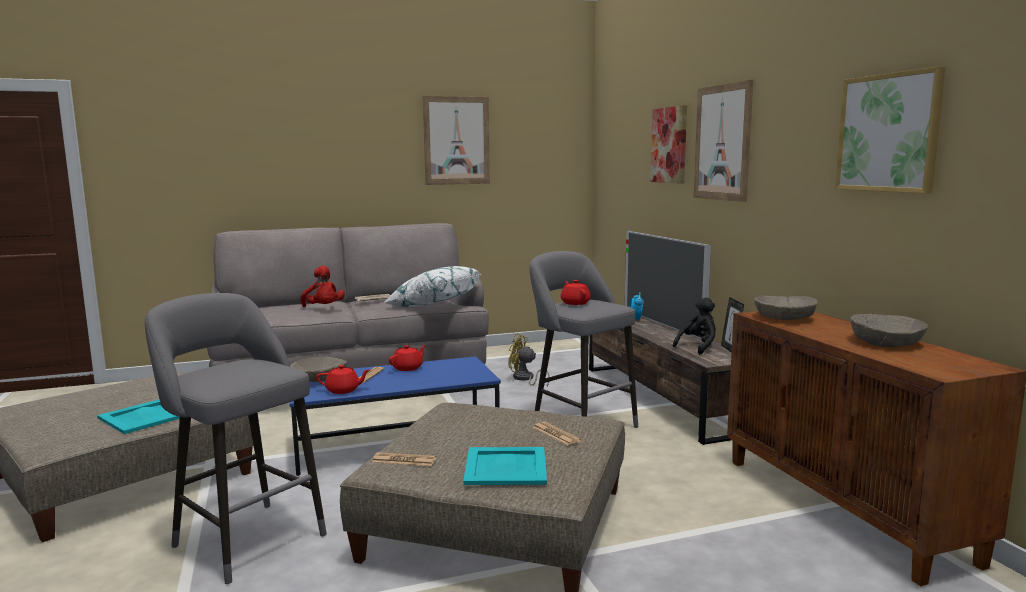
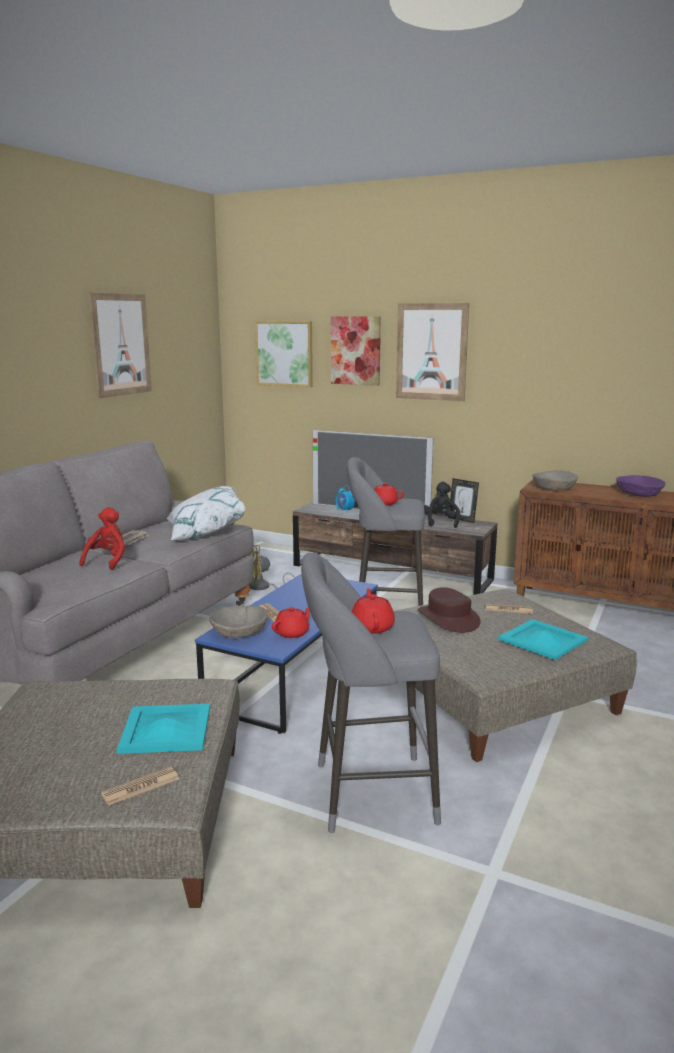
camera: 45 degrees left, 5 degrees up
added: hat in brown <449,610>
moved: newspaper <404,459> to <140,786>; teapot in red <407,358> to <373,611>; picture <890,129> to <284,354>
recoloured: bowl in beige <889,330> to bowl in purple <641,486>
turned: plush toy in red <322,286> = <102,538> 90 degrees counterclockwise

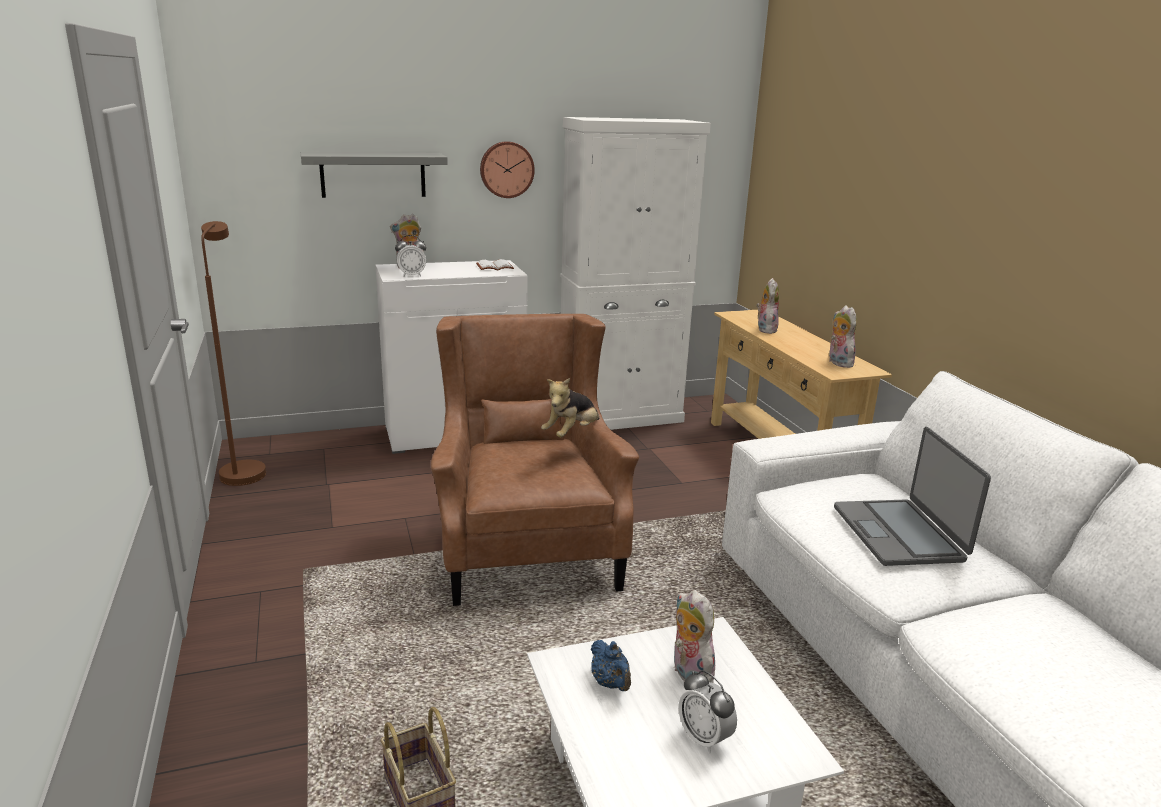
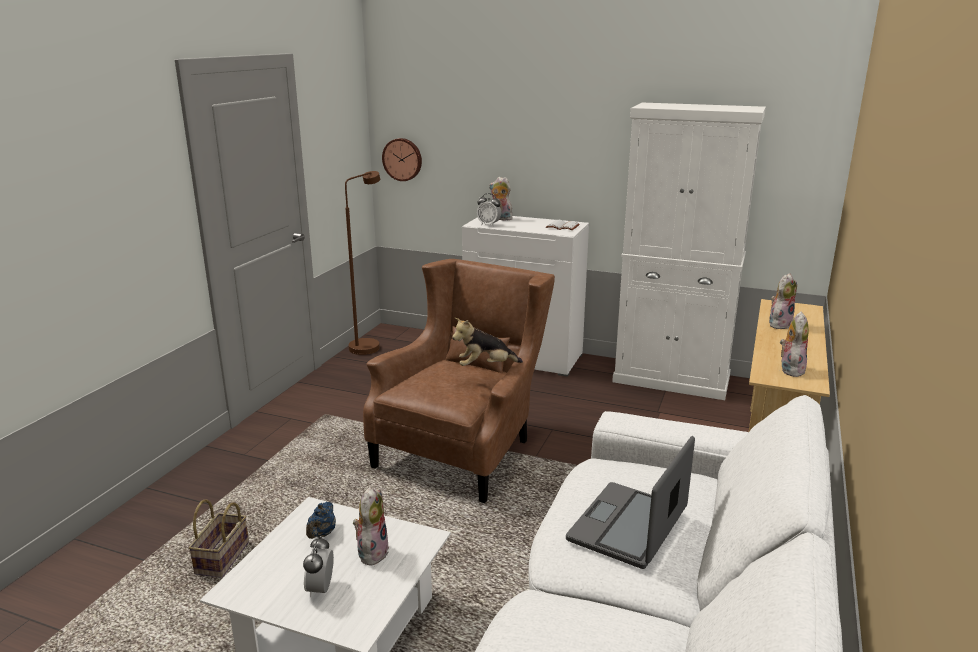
camera: 40 degrees right, 0 degrees up
removed: shelf in grey <374,175>
moved: wall clock <507,169> to <402,159>

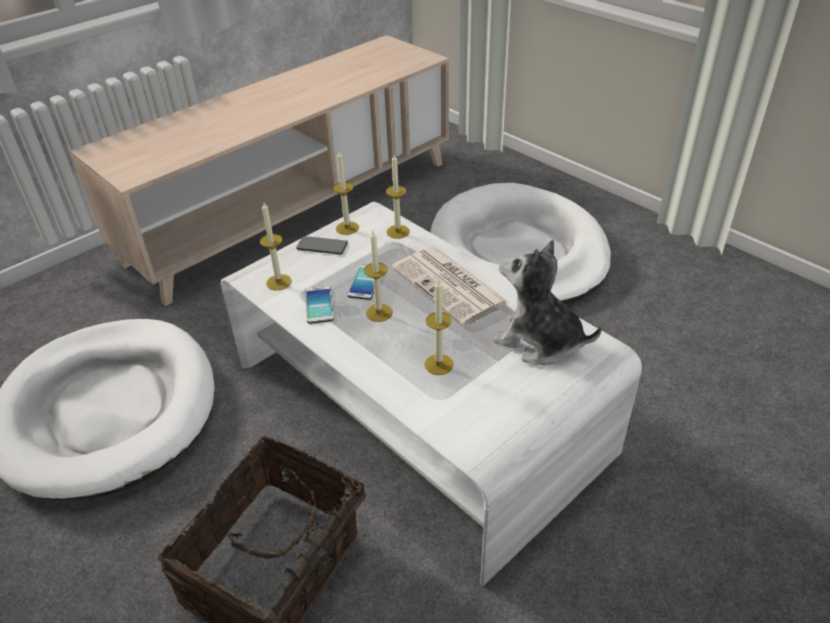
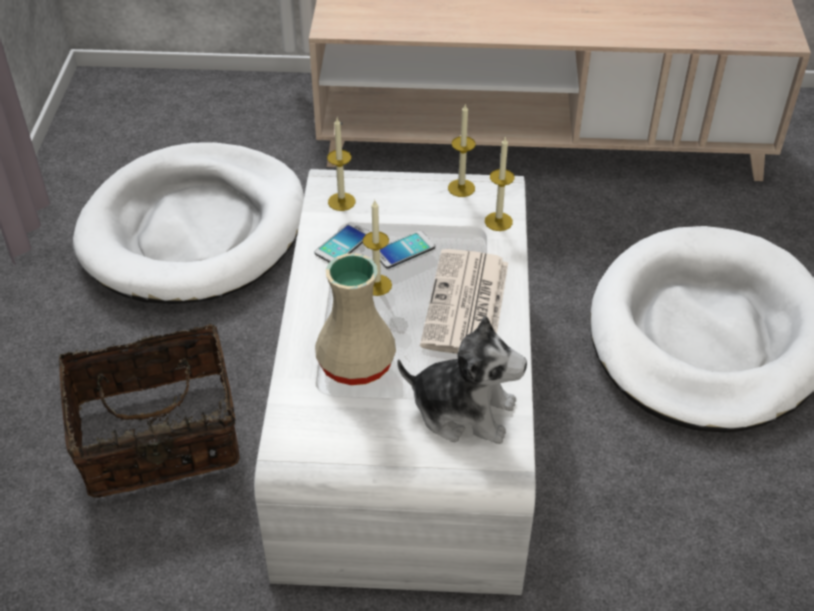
camera: 45 degrees right, 5 degrees up
removed: phone <322,245>
replaced: candle <439,327> to vase in beige <355,319>
turned: plush toy <547,302> = <462,380> 120 degrees clockwise

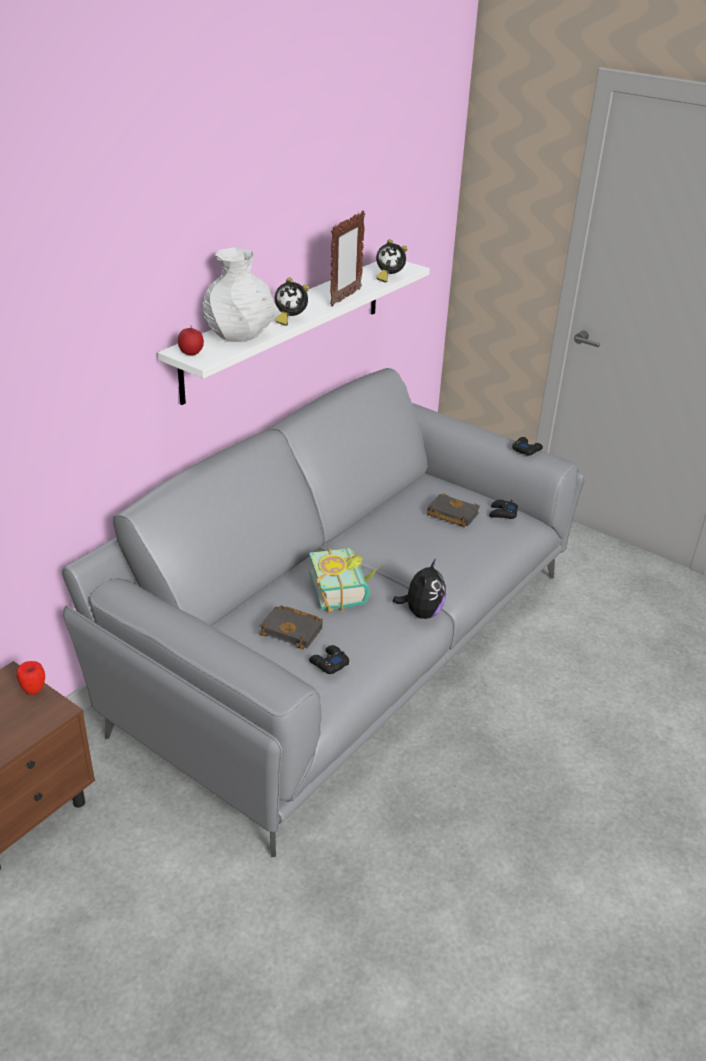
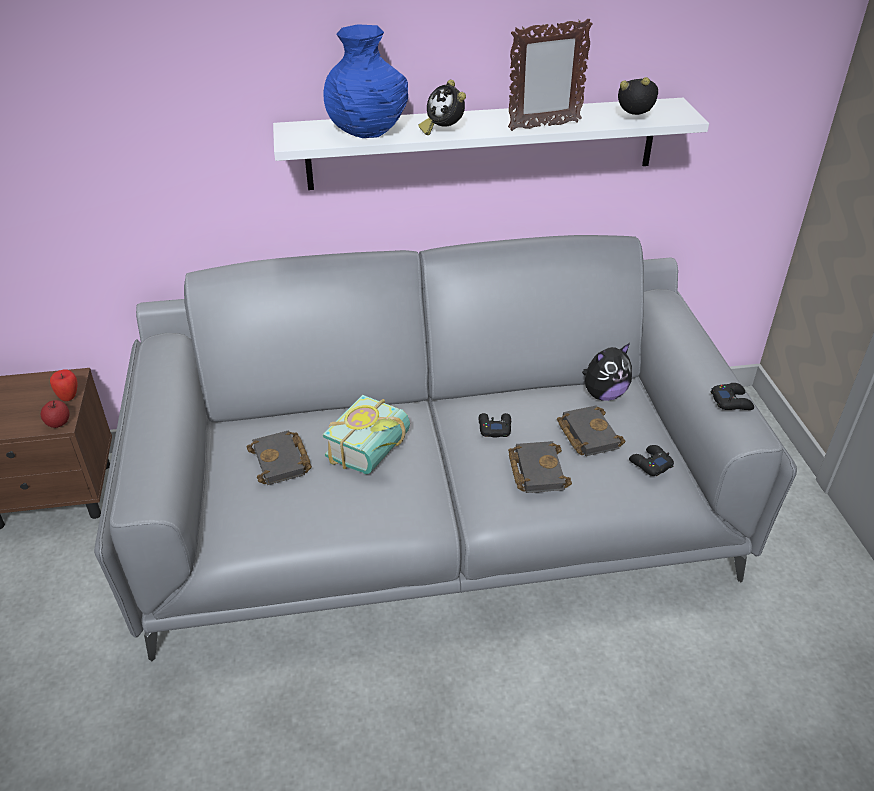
camera: 45 degrees right, 5 degrees up
added: book in black <540,467>
moved: apple <191,340> to <55,414>; game controller in black <329,659> to <495,425>; plush toy <419,588> to <607,372>
recoloured: vase in white <239,294> to vase in blue <365,81>
turned: alarm clock <391,260> = <638,96> 135 degrees clockwise

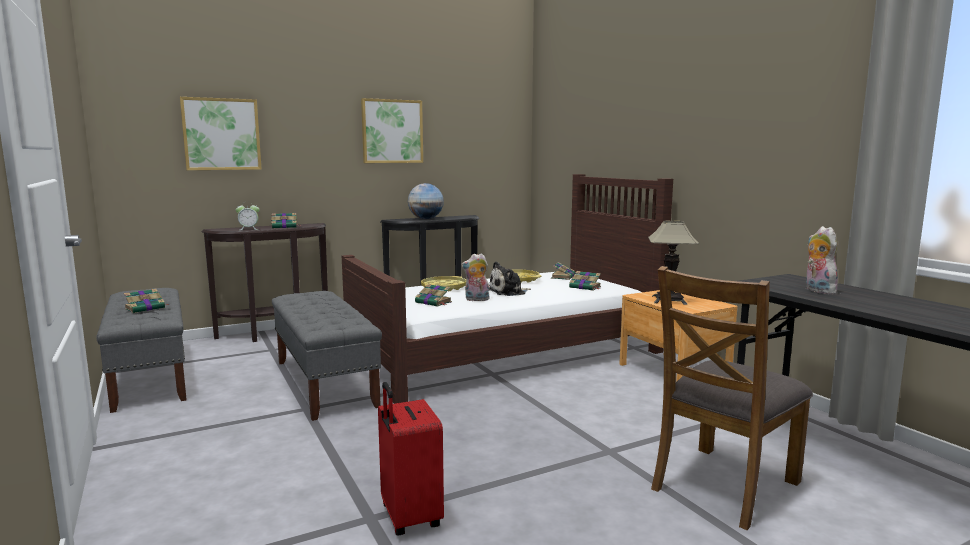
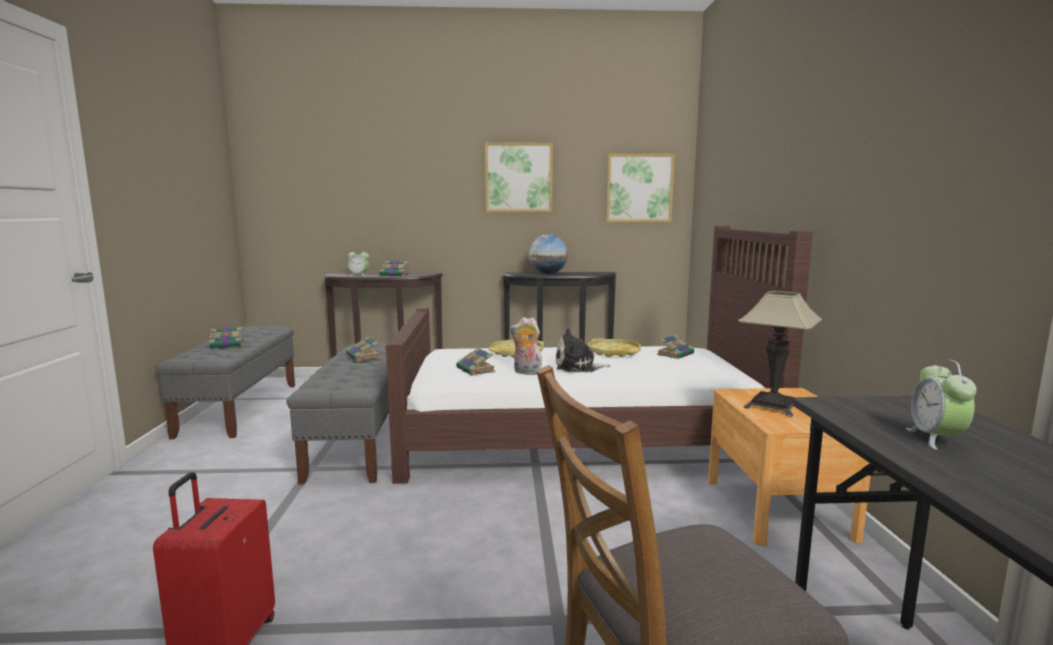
camera: 25 degrees right, 0 degrees up
moved: picture <221,133> to <640,188>; book <585,281> to <363,349>
replaced: plush toy <822,260> to alarm clock <941,404>

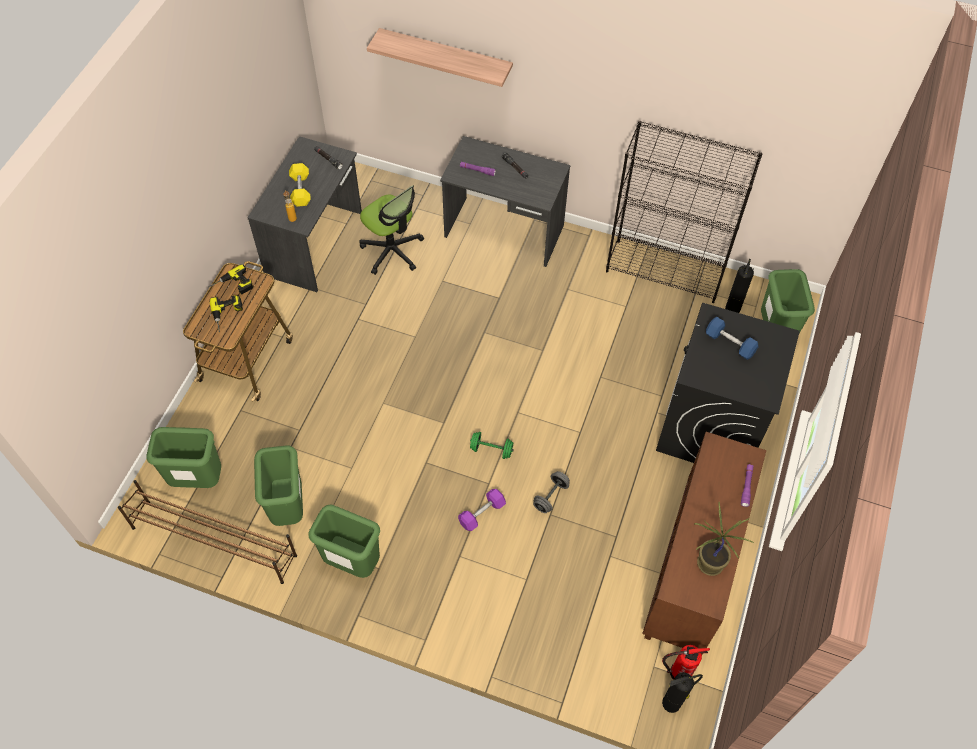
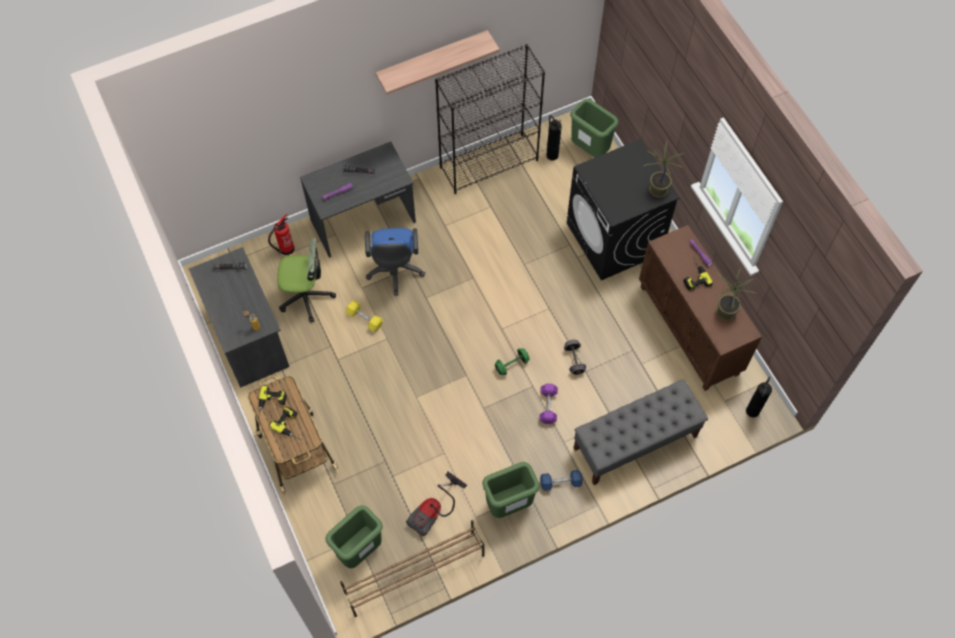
camera: 45 degrees left, 5 degrees up
added: office chair in blue <395,262>; bench in grey <641,432>; potted plant <664,169>; power drill <698,274>
moved: dumbbell in yellow <300,185> to <364,316>; shelf <440,57> to <437,62>; fire extinguisher <686,662> to <281,234>; dumbbell in blue <732,338> to <561,480>
replaced: trash can in green <278,486> to vacuum cleaner <436,504>

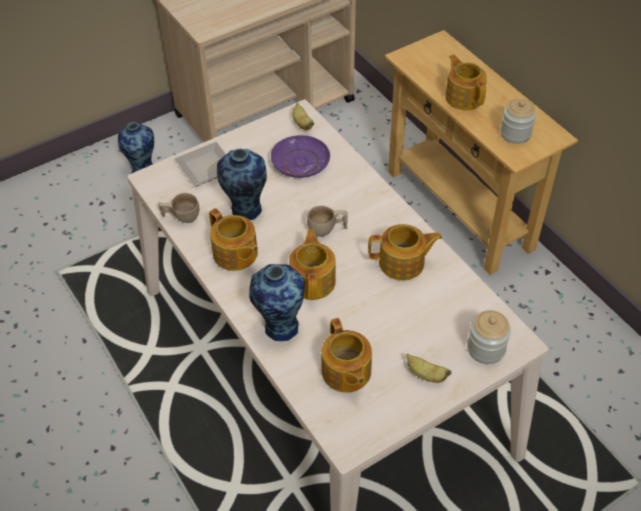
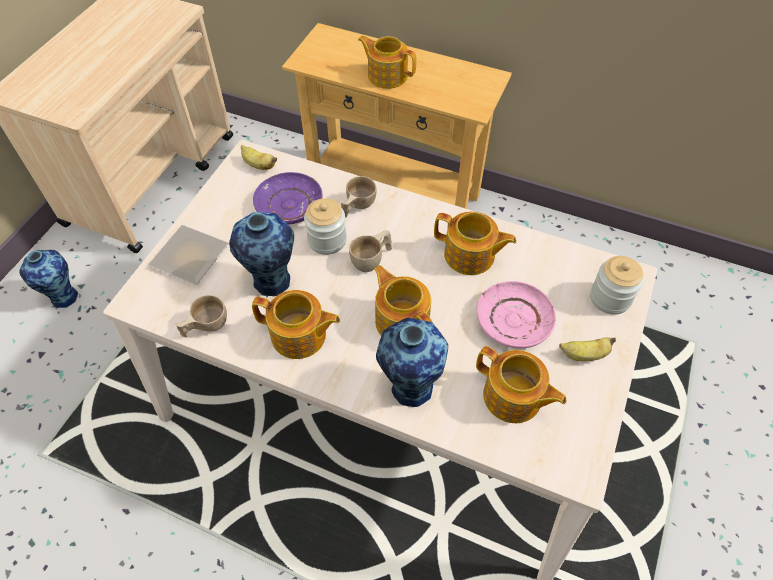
camera: 35 degrees left, 5 degrees up
added: cup in beige <359,196>; plate in pink <516,314>
moved: jar <518,121> to <325,226>
turned: teapot <405,252> = <475,243> 60 degrees clockwise

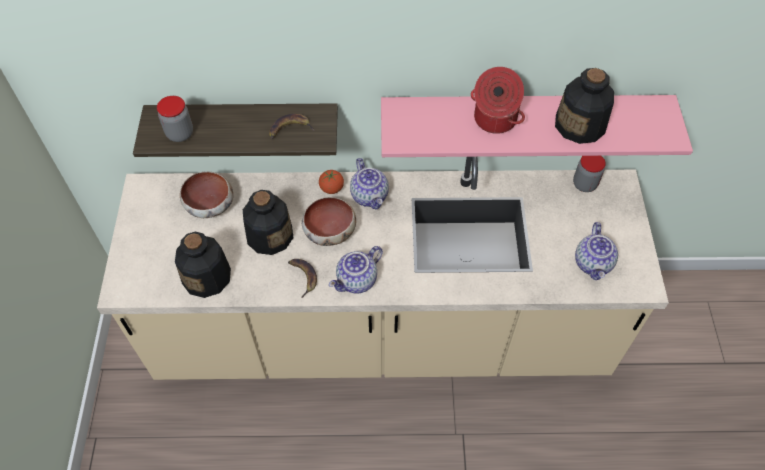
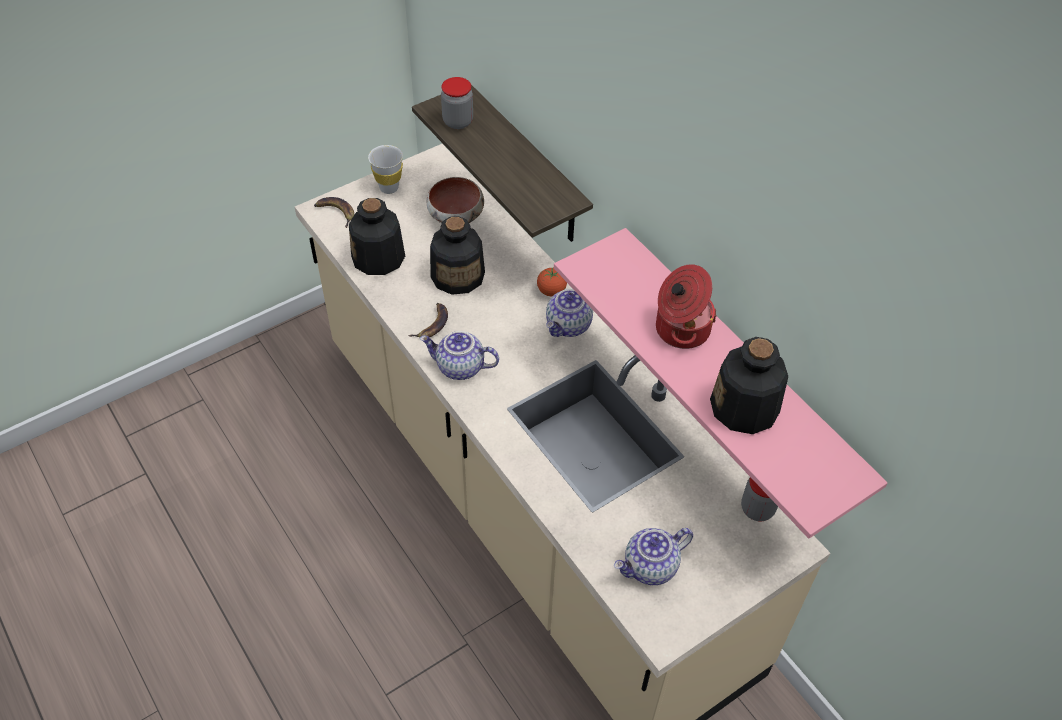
camera: 55 degrees right, 5 degrees down
removed: bowl <329,221>
added: cup in white <385,169>
moved: banana <292,126> to <334,212>

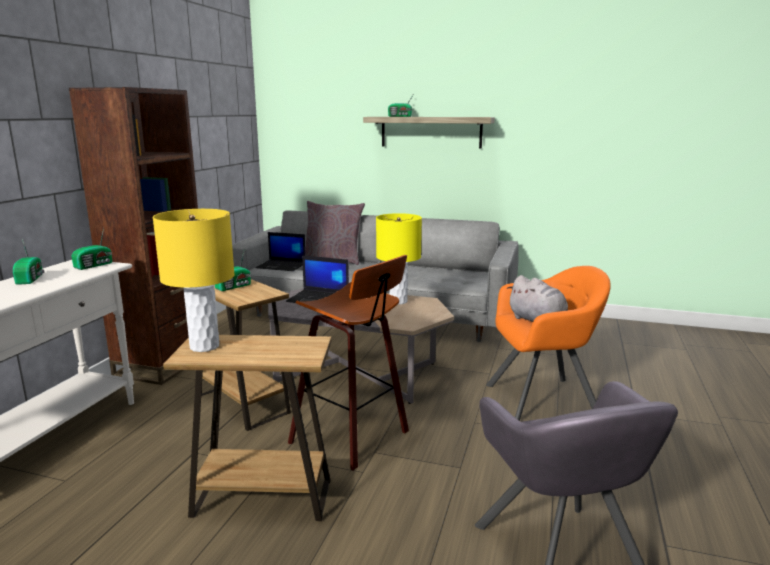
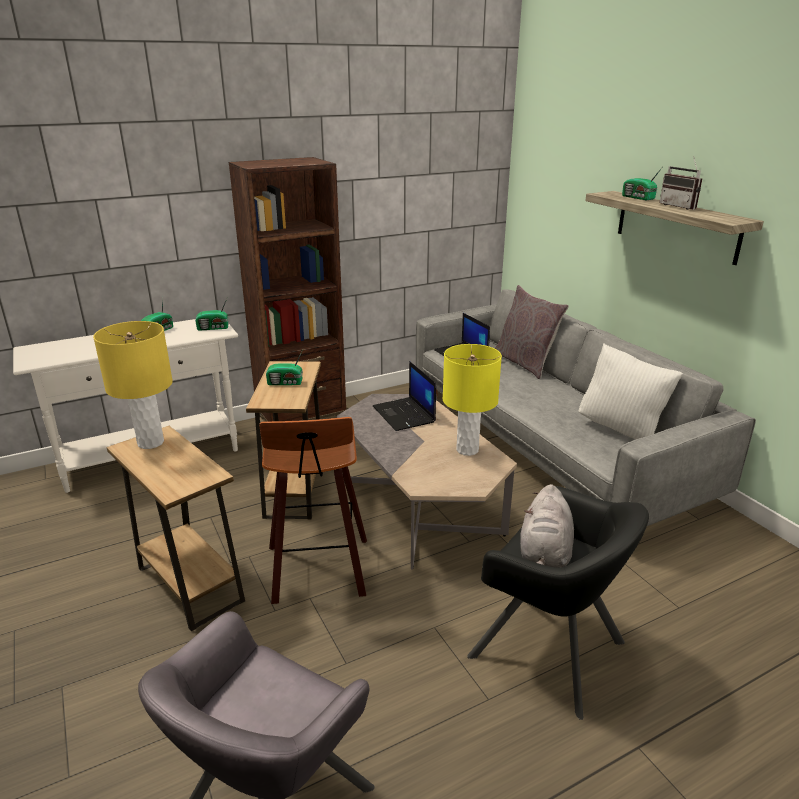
camera: 45 degrees right, 10 degrees up
added: pillow in white <630,391>; radio <680,183>
recoloured: armchair in orange <548,343> to armchair in black <558,603>

